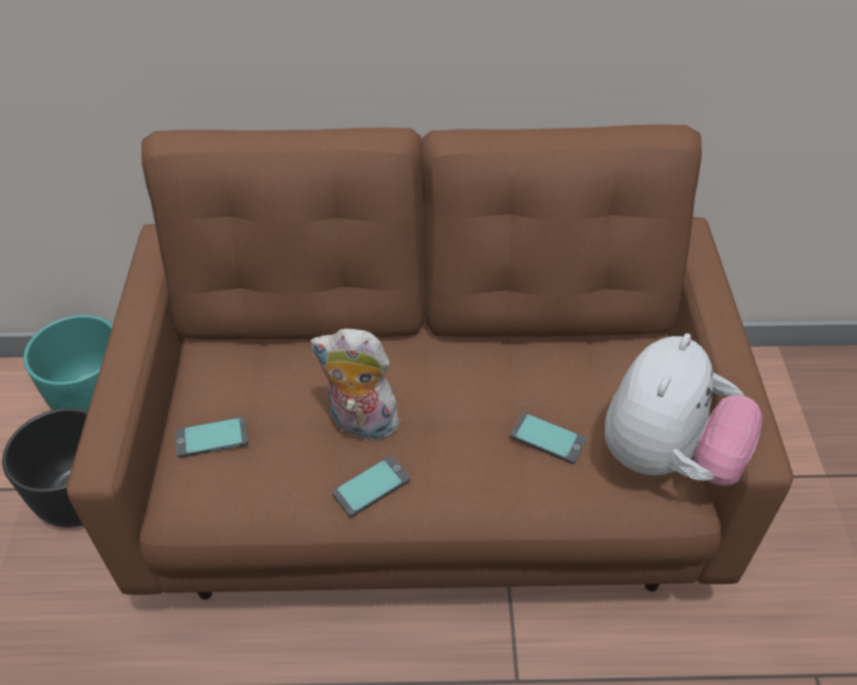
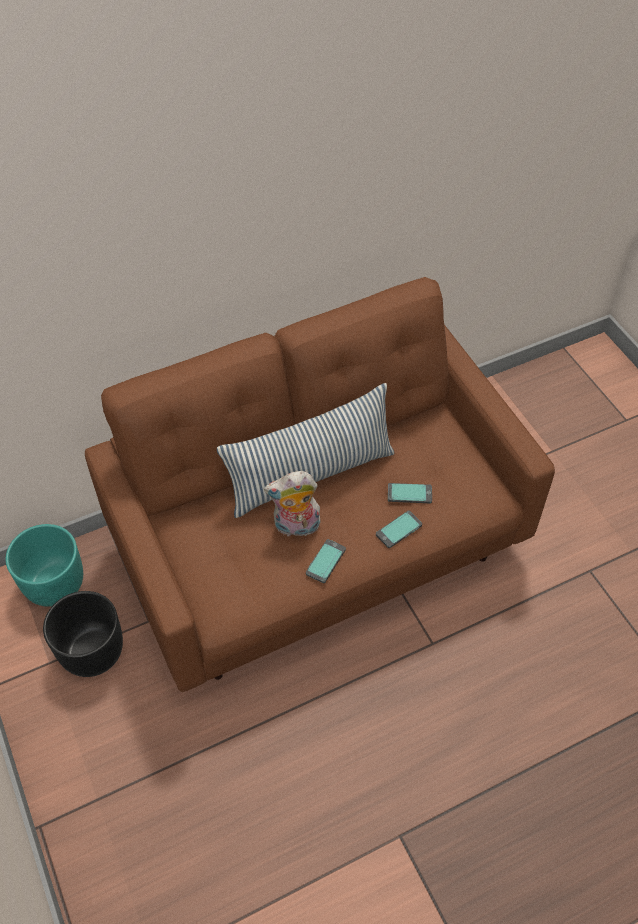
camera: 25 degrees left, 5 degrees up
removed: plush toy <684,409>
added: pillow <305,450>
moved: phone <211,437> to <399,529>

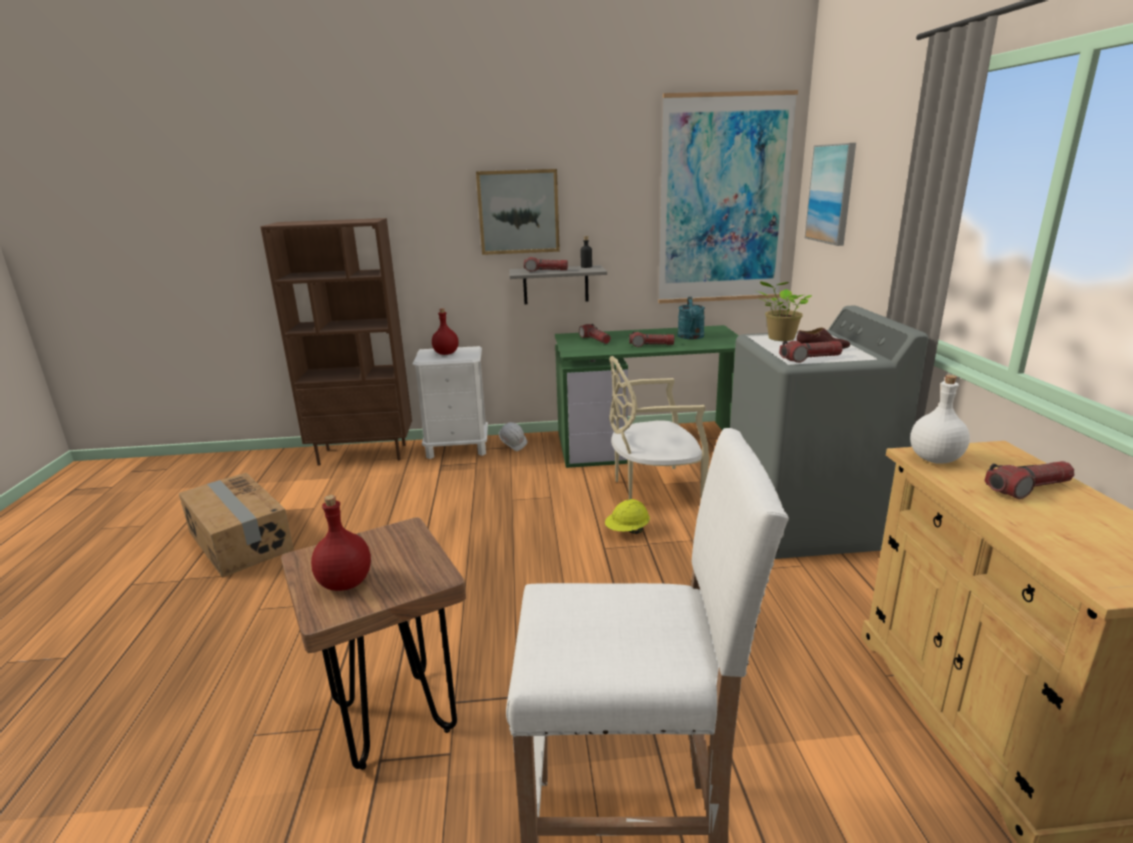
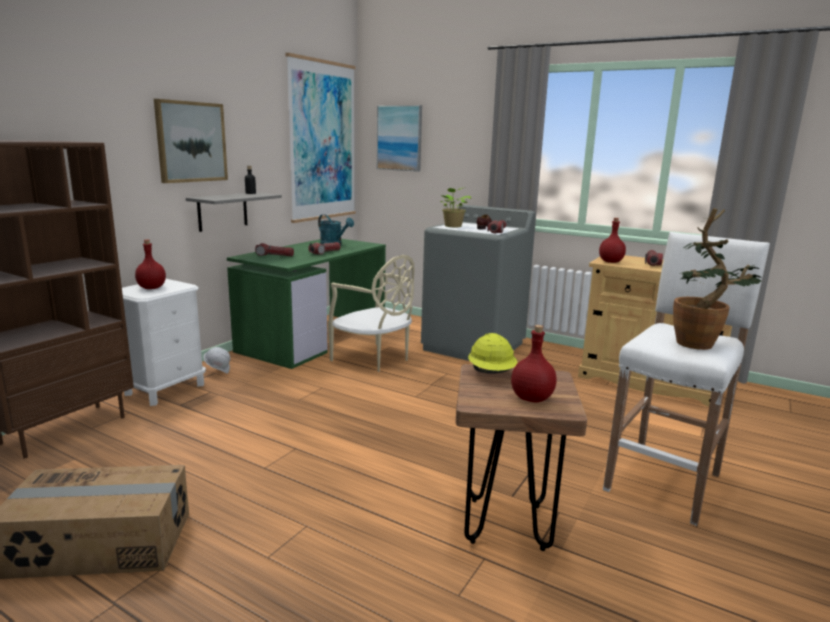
camera: 55 degrees left, 5 degrees down
removed: flashlight <546,264>
added: potted plant <717,279>
moved: hard hat in yellow <627,516> to <492,353>
recoloured: bottle in white <940,419> to bottle in red <612,240>
turned: chair in beige <659,429> = <371,313> 75 degrees counterclockwise

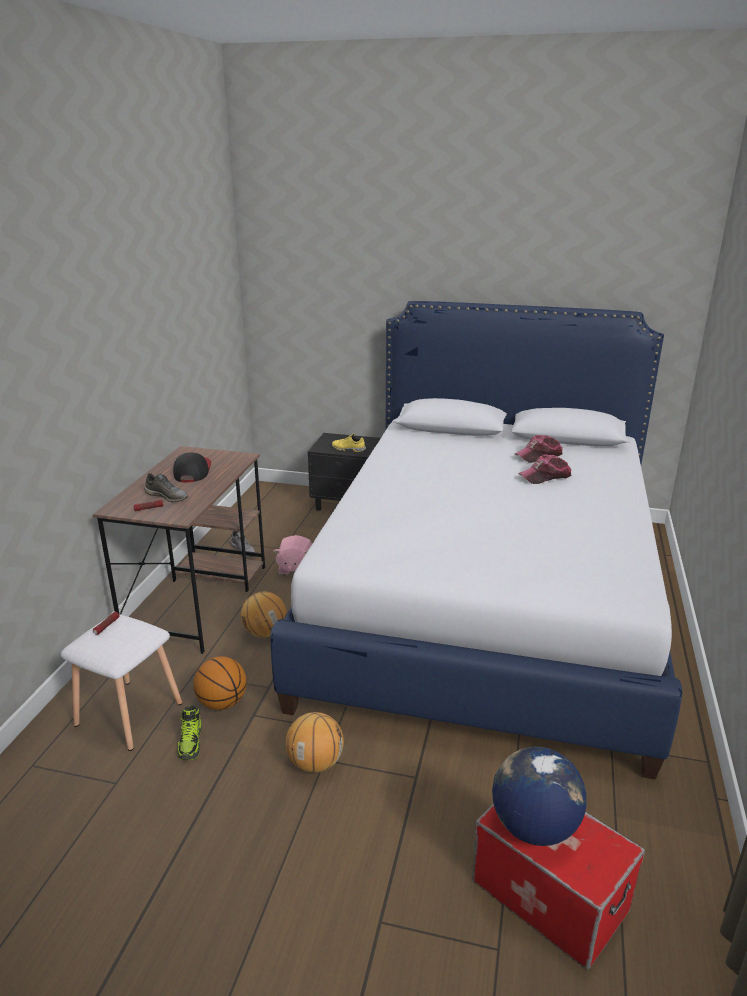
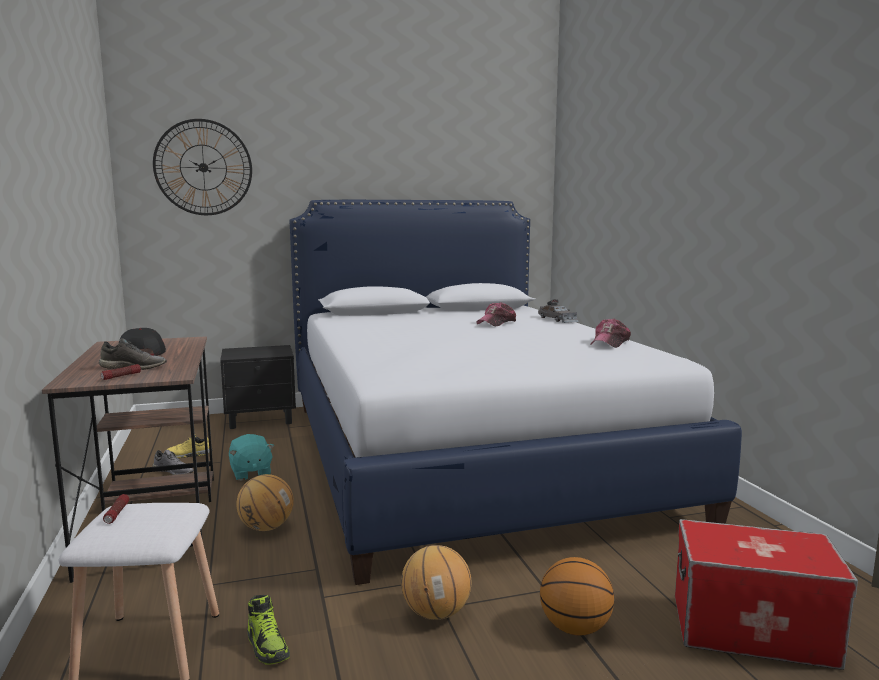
camera: 30 degrees left, 15 degrees down
removed: globe <539,796>
added: wall clock <202,167>; toy car in grey <558,311>
moved: basketball <220,683> to <577,596>; shoe in yellow <349,443> to <188,446>; cap <539,449> to <610,333>
recoloured: plush toy in pink <292,555> to plush toy in turquoise <251,457>

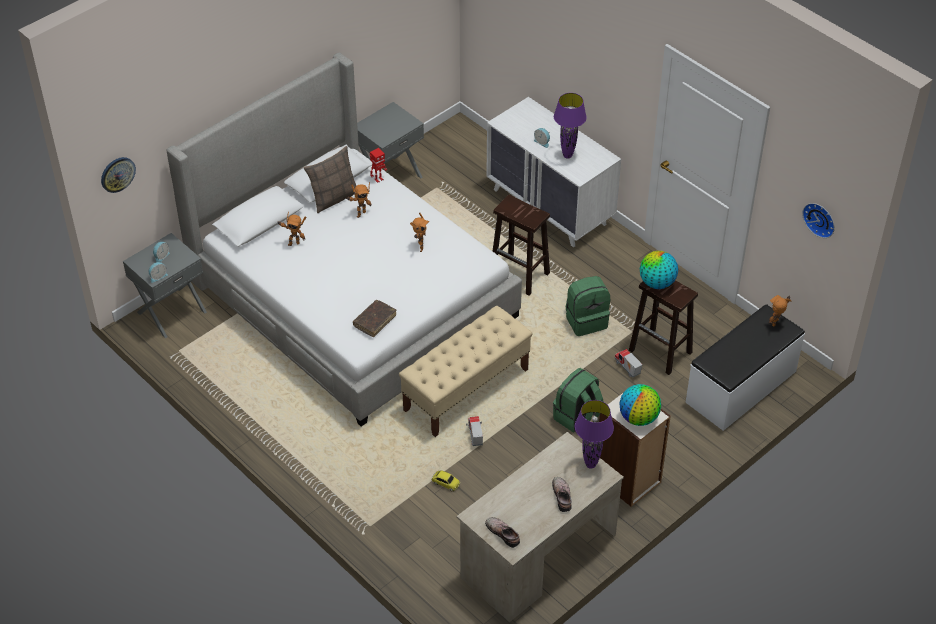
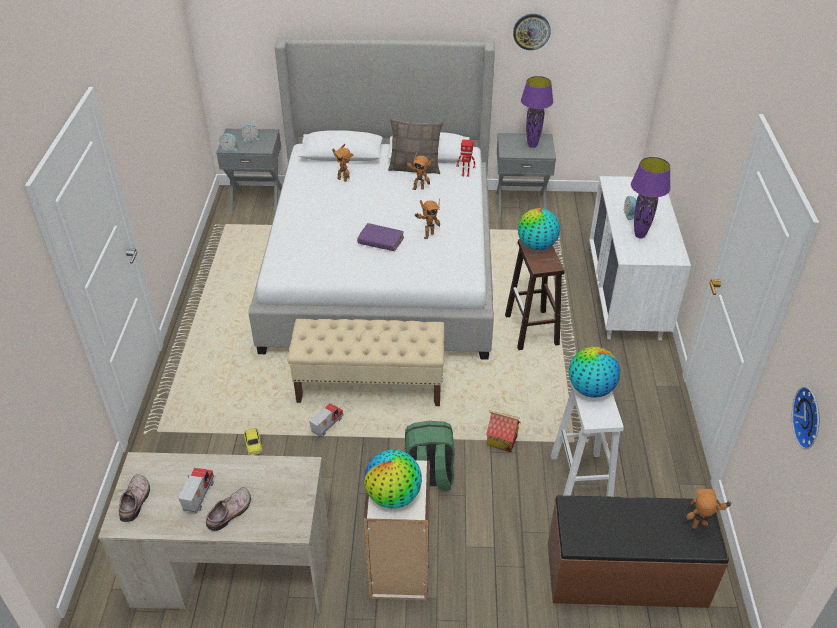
camera: 45 degrees right, 5 degrees down
removed: book in brown <374,318>; backpack in green <588,306>
added: book in purple <380,237>; toy house <503,429>; globe <539,229>
moved: wall clock <118,175> to <532,32>; table lamp in purple <594,434> to <537,112>; toy truck <629,363> to <196,490>
recoloured: stool in brown <663,327> to stool in white <587,439>; bench in white <745,367> to bench in brown <638,551>

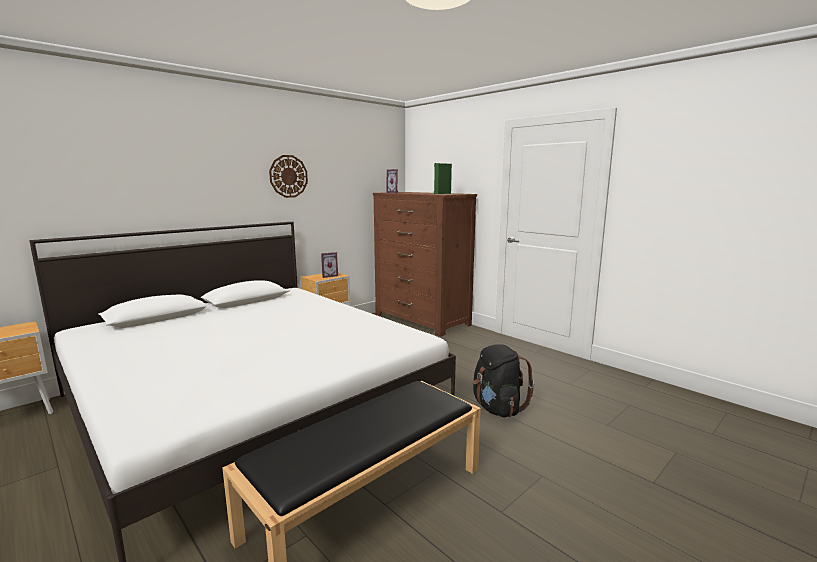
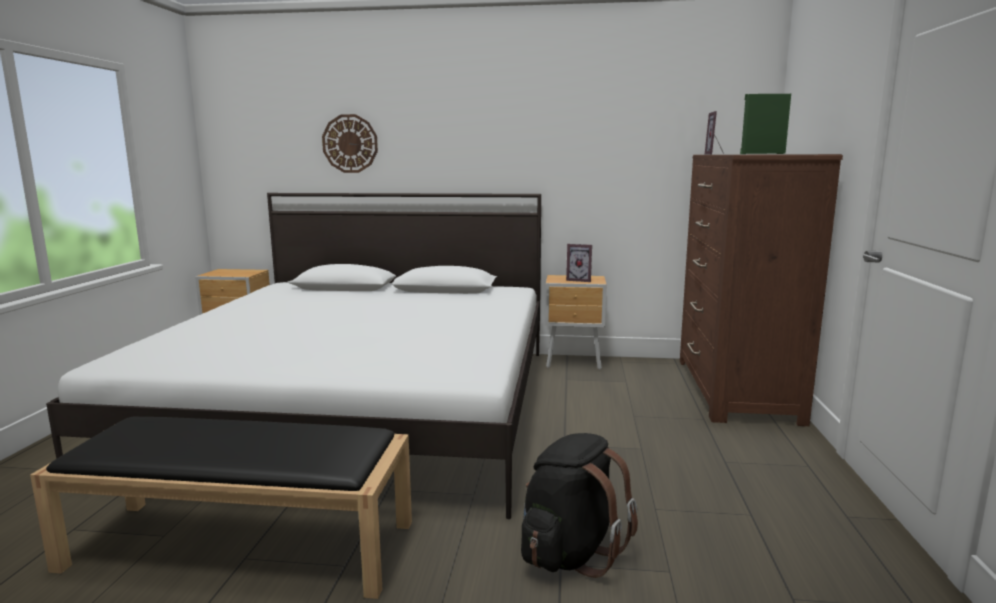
camera: 50 degrees right, 0 degrees up
moved: wall clock <288,176> to <350,143>

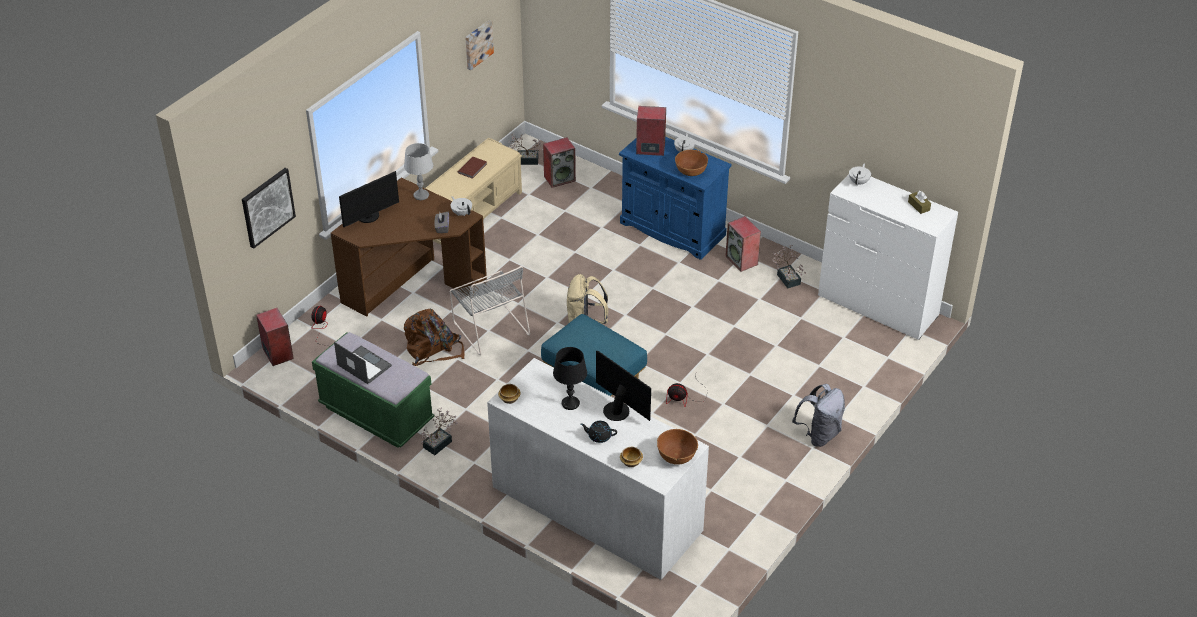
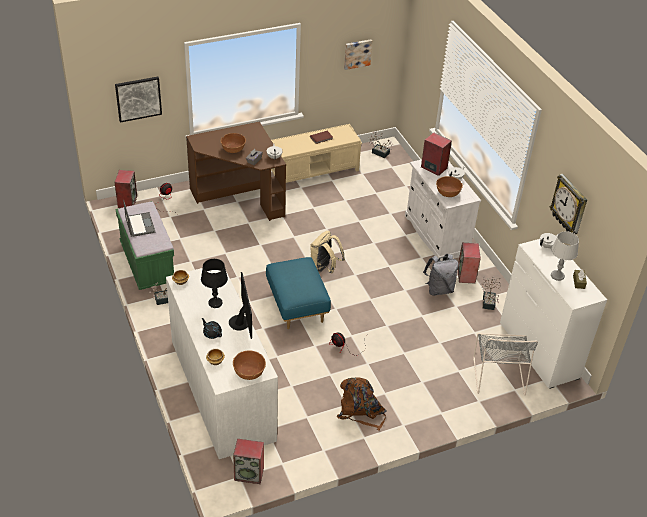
camera: 30 degrees right, 0 degrees up
removed: monitor <369,199>
added: bowl in brown <233,143>; wall clock <568,204>
moved: table lamp in grey <418,171> to <565,256>; backpack in brown <434,337> to <362,404>; chair in grey <490,310> to <505,364>; speaker <559,162> to <248,461>; backpack in grey <818,415> to <441,275>
recoloured: cabinet in blue <675,198> to cabinet in white <443,210>

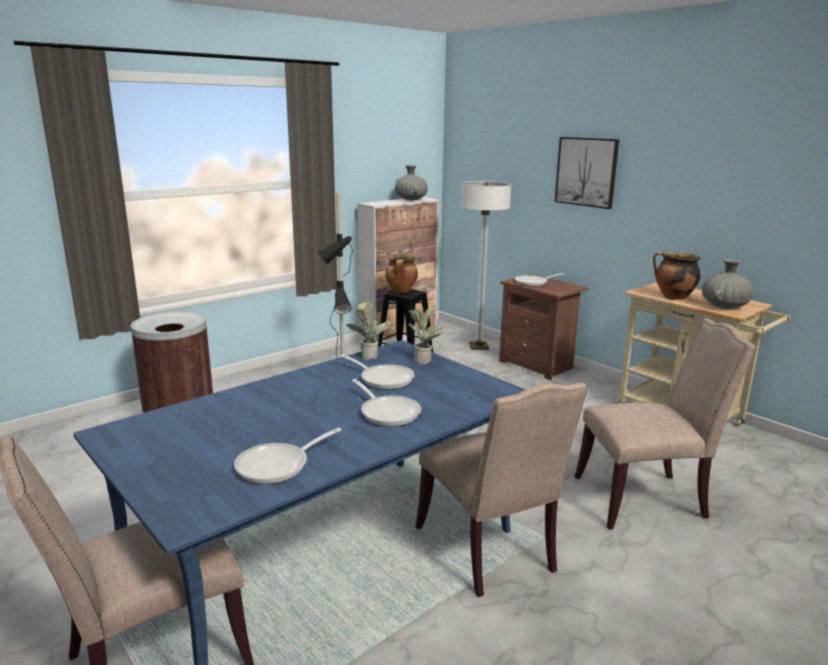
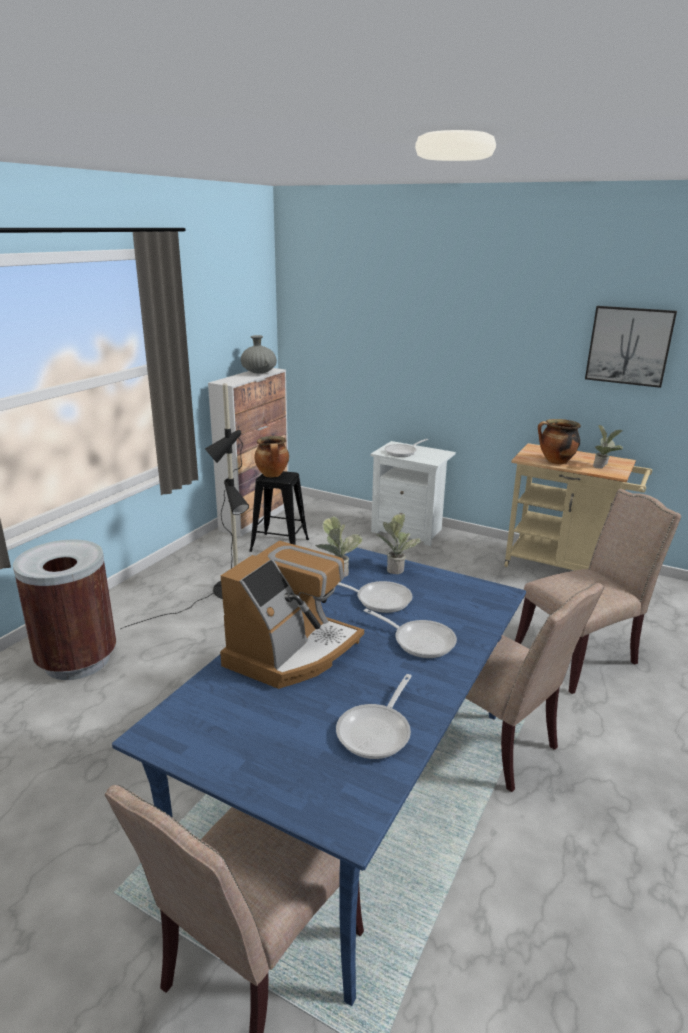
camera: 20 degrees left, 5 degrees up
removed: floor lamp <486,265>
added: coffee machine <292,615>
moved: picture <587,173> to <631,347>
replaced: vase in grey <728,284> to potted plant <608,447>
recoloured: nightstand in brown <544,327> to nightstand in white <413,493>

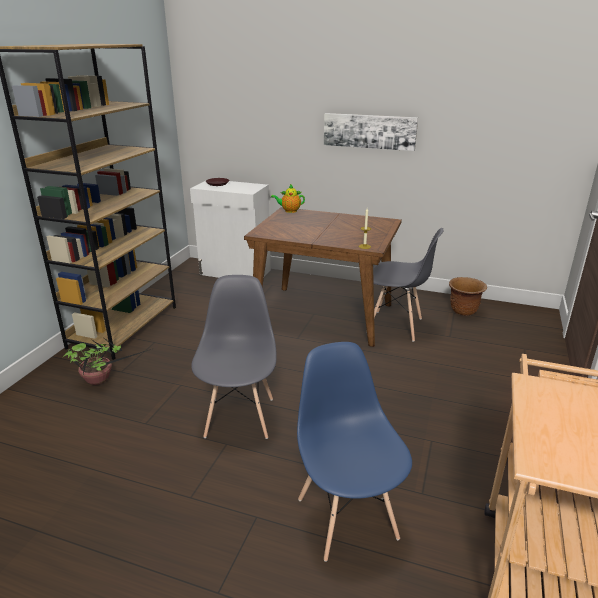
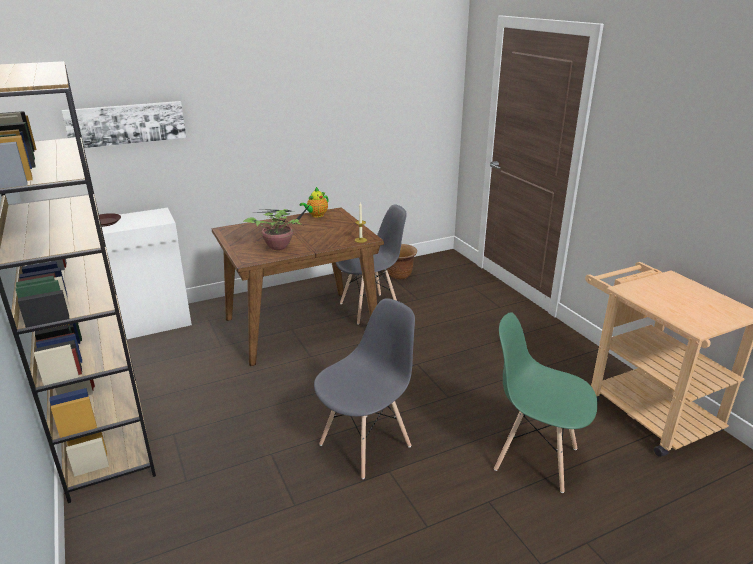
camera: 45 degrees left, 0 degrees up
moved: potted plant <107,361> to <276,227>; teapot <288,198> to <314,202>; picture <371,132> to <124,124>
recoloured: chair in blue <354,452> to chair in green <546,402>
turned: chair in grey <233,357> = <364,388> 90 degrees clockwise

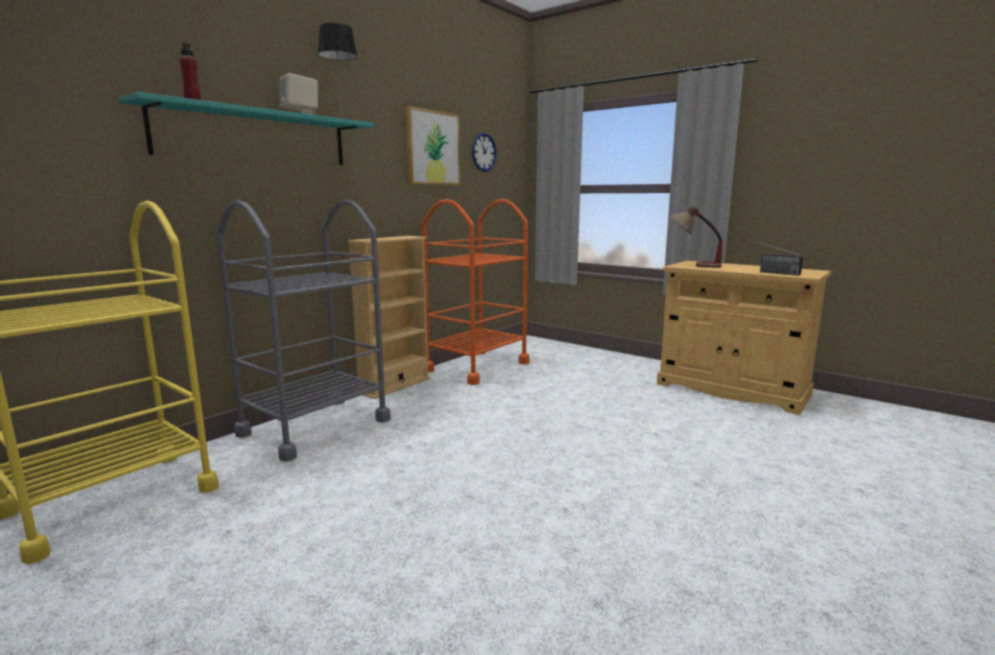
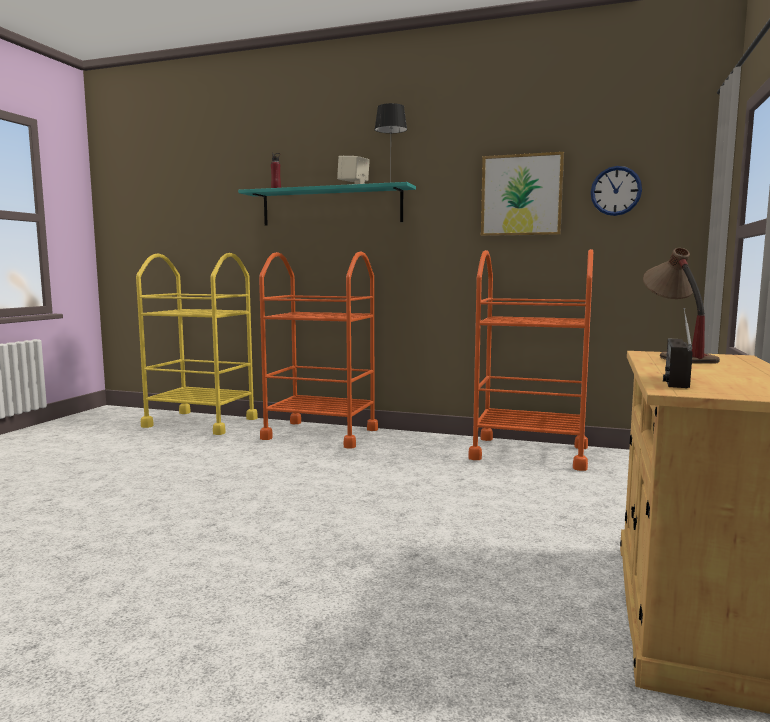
camera: 70 degrees right, 5 degrees down
removed: bookcase in beige <389,317>
recoloured: cart in grey <304,331> to cart in orange <318,349>

